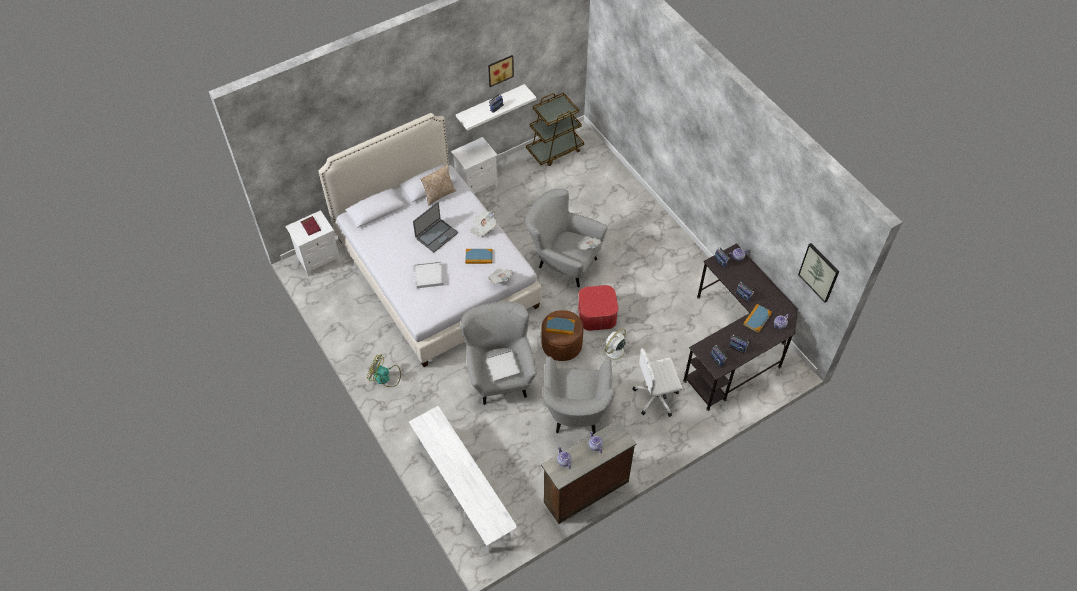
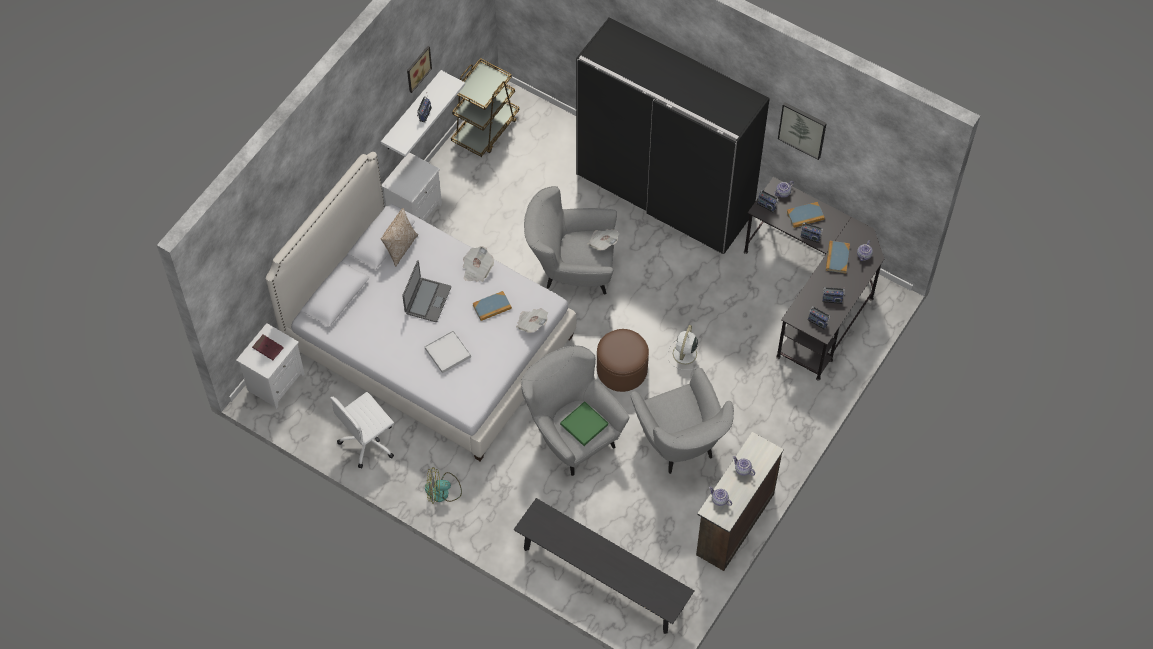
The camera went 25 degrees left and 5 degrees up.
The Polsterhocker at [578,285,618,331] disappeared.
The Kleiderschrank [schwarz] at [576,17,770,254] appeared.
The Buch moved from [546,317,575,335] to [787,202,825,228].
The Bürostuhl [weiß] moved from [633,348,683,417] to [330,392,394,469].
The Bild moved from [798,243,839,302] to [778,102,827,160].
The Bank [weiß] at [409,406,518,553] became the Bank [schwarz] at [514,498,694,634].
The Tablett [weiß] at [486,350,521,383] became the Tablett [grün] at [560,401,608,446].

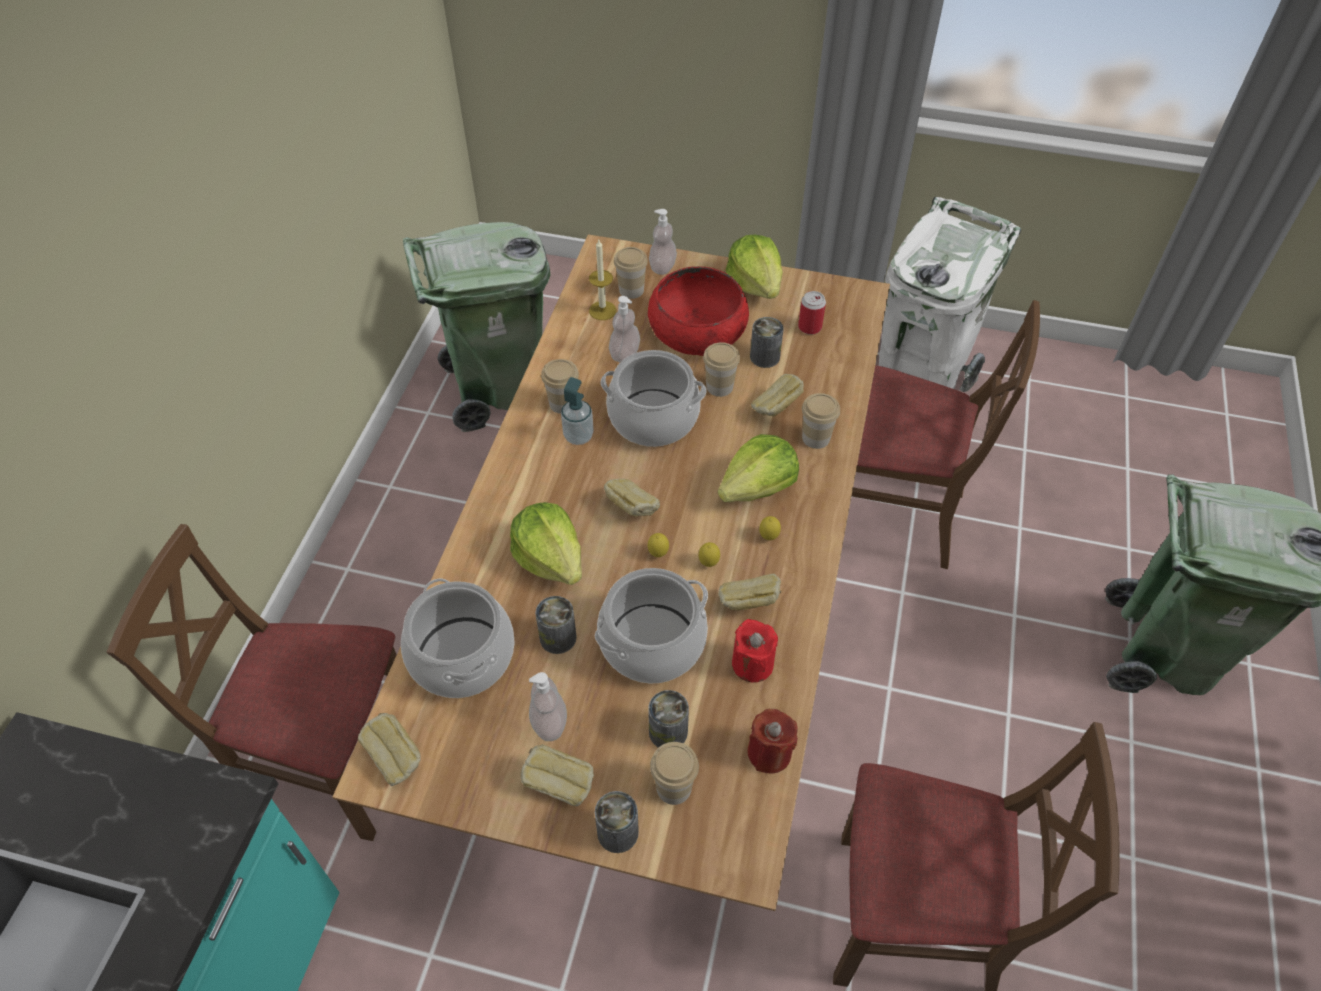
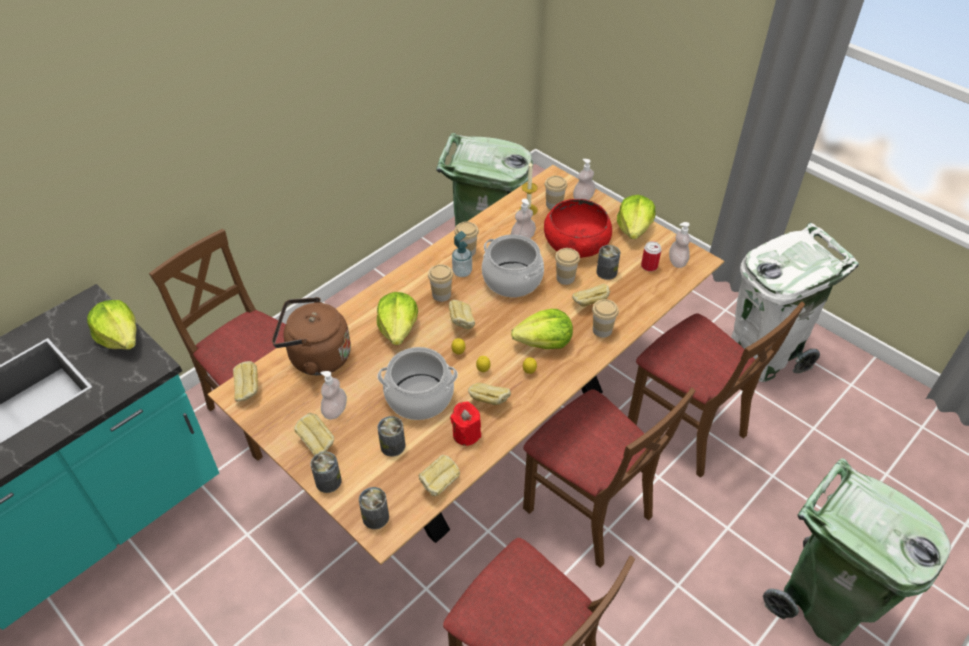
The camera went 30 degrees right and 5 degrees down.
The Salatkopf at [87,300,137,350] appeared.
The Stuhl [braun] at [523,388,696,568] appeared.
The Seifenspender at [669,222,690,268] appeared.
The Dose moved from [535,596,577,654] to [359,487,389,529].
The Tasse moved from [650,742,699,805] to [428,264,453,302].
The Kochtopf at [401,578,515,698] was replaced by the Wasserkessel [braun] at [272,297,351,375].
The Kerze [rot] at [747,709,798,774] was replaced by the Brot at [418,455,460,496].

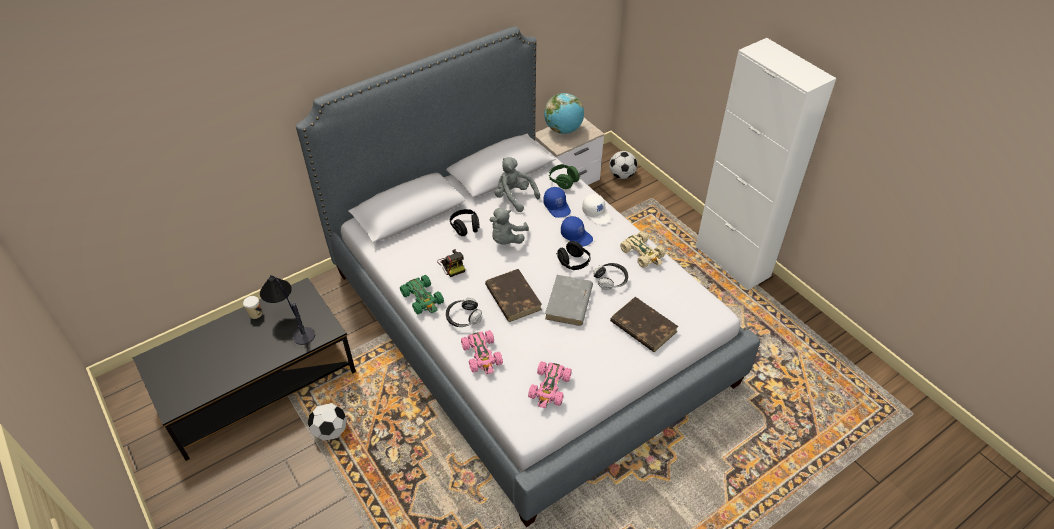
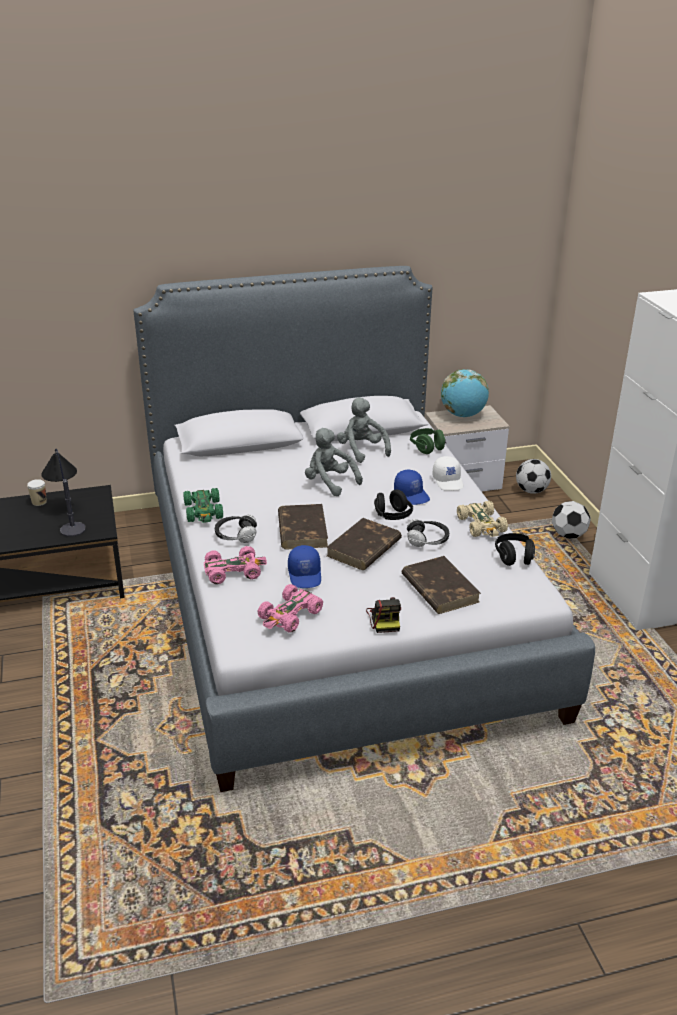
The camera went 20 degrees right and 15 degrees down.
The Fußball moved from [308,403,347,441] to [552,501,591,539].
The Kamera moved from [437,249,465,277] to [366,597,401,633].
The Kopfhörer [schwarz] moved from [450,209,480,236] to [495,533,535,566].
The Kappe [blau] moved from [543,187,571,218] to [288,545,321,588].
The Buch [grau] at [545,275,593,326] became the Buch [braun] at [326,518,402,570].
The Spielzeugauto [rosa] at [461,330,503,374] turned 105 degrees counterclockwise.
The Plüschtier [grau] at [490,208,529,245] turned 90 degrees clockwise.

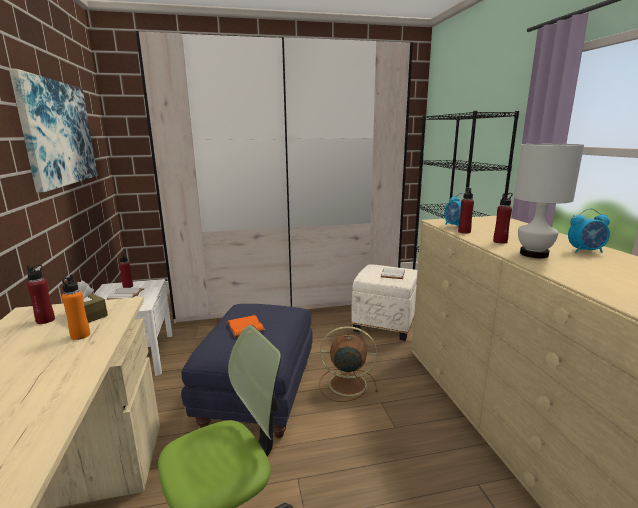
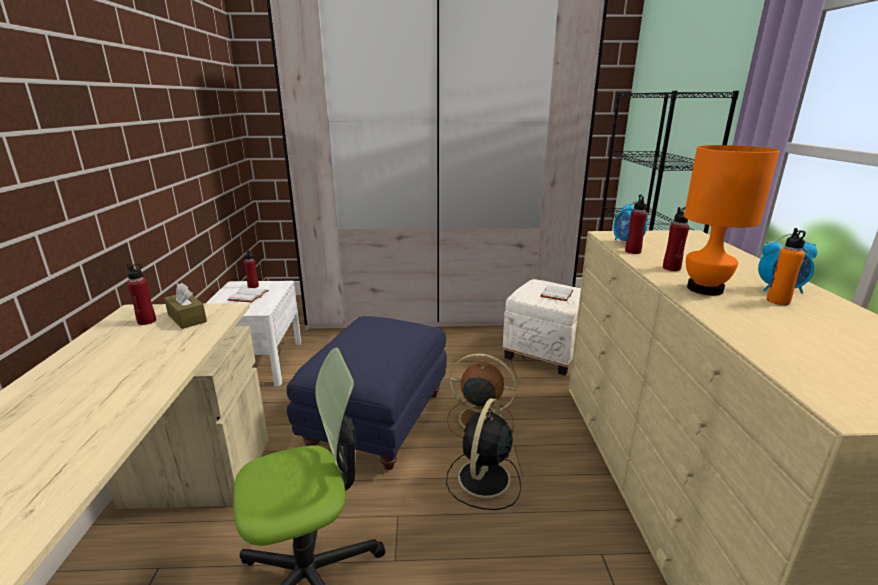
The camera went 10 degrees right and 5 degrees up.
The Bild at [9,69,98,192] disappeared.
The Buch [orange] at [227,315,265,337] disappeared.
The Ventilator [schwarz] at [446,398,521,510] appeared.
The Flasche [orange] moved from [62,274,90,340] to [767,228,806,305].
The Tischlampe [weiß] at [515,144,584,258] became the Tischlampe [orange] at [684,145,780,295].

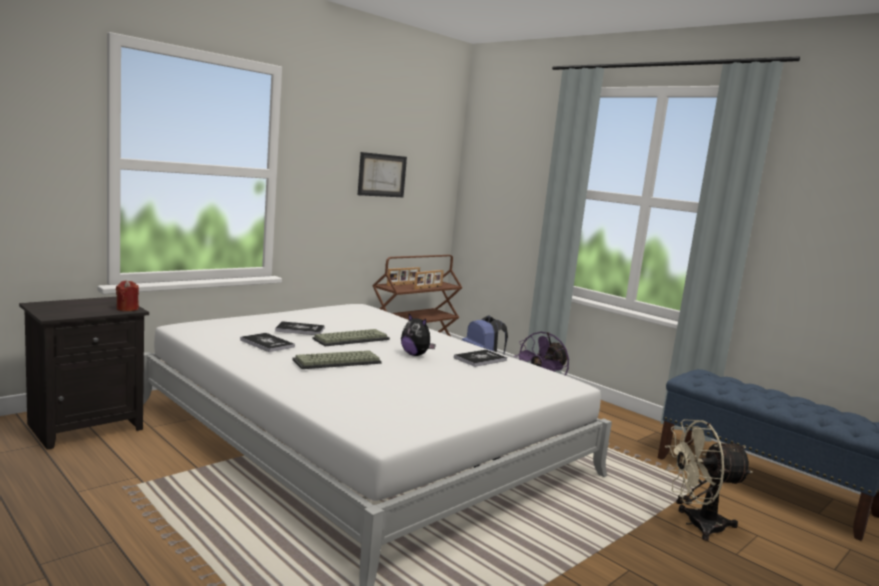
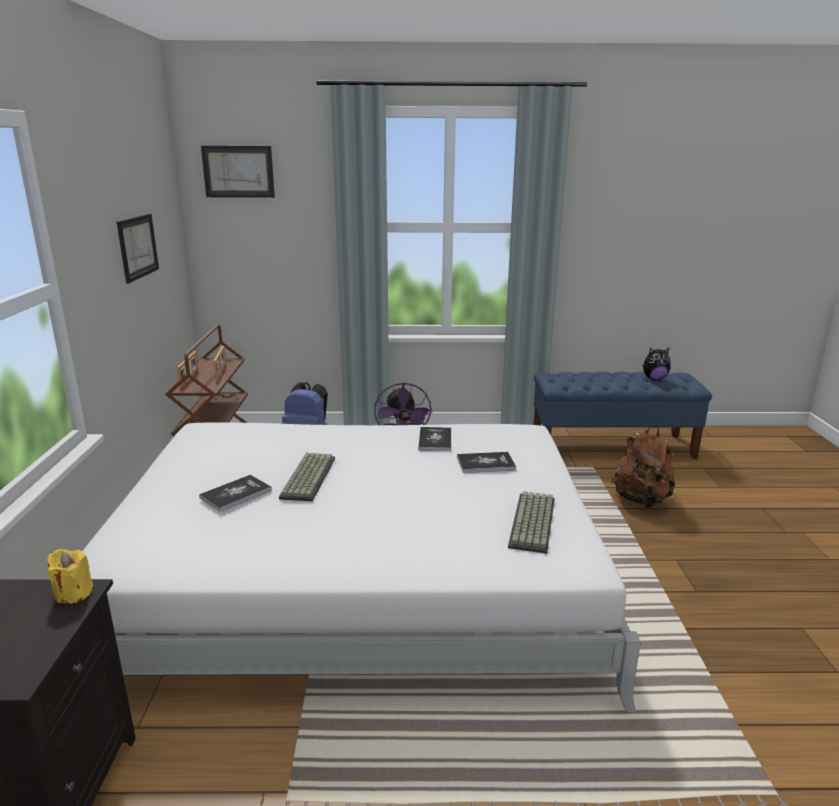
The camera went 45 degrees left and 10 degrees up.
The Bild at [201,146,275,198] appeared.
The Buch moved from [240,333,295,352] to [457,452,516,473].
The Tastatur moved from [292,350,382,369] to [508,491,555,554].
The Plüschtier moved from [401,314,436,356] to [643,347,671,380].
The Ventilator [beige] at [665,419,753,541] was replaced by the Rucksack [braun] at [611,426,675,508].
The Kerze [rot] at [116,280,139,311] became the Kerze [gelb] at [47,549,93,605].

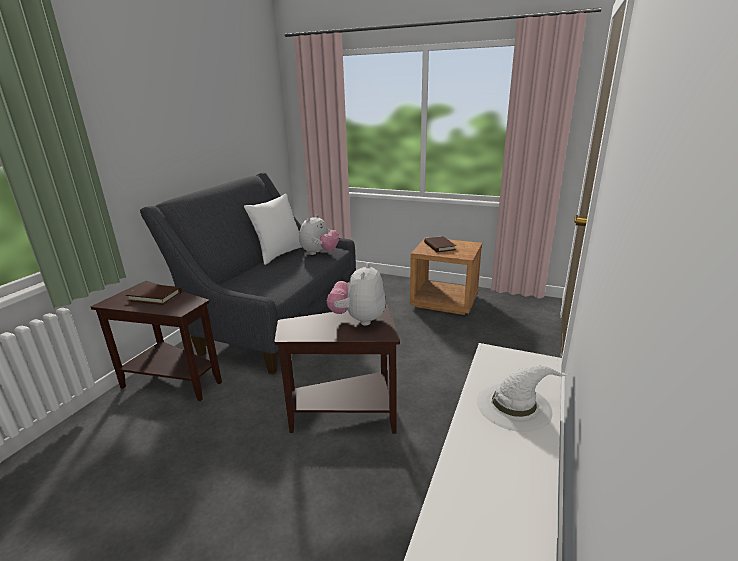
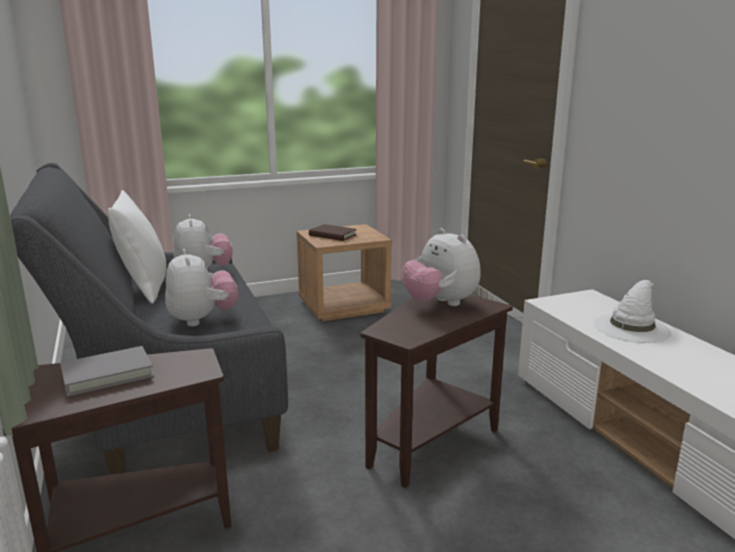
The camera went 45 degrees left and 5 degrees down.
The Plüschtier at [165,249,238,326] appeared.
The Buch [braun] at [126,284,182,305] became the Buch [grau] at [60,346,154,397].

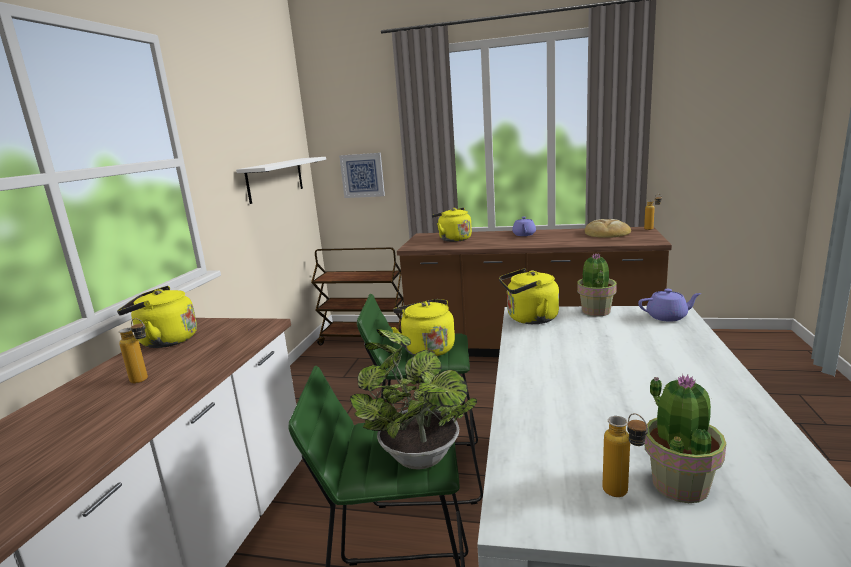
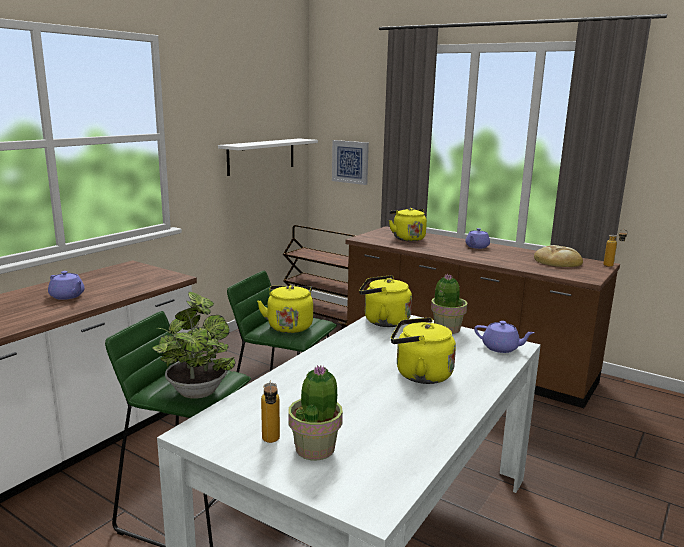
The camera went 20 degrees right and 0 degrees up.
The Wasserkessel [gelb] moved from [117,286,197,348] to [391,317,456,384].
The Flasche at [119,318,148,384] was replaced by the Teekanne [lila] at [48,271,84,300].

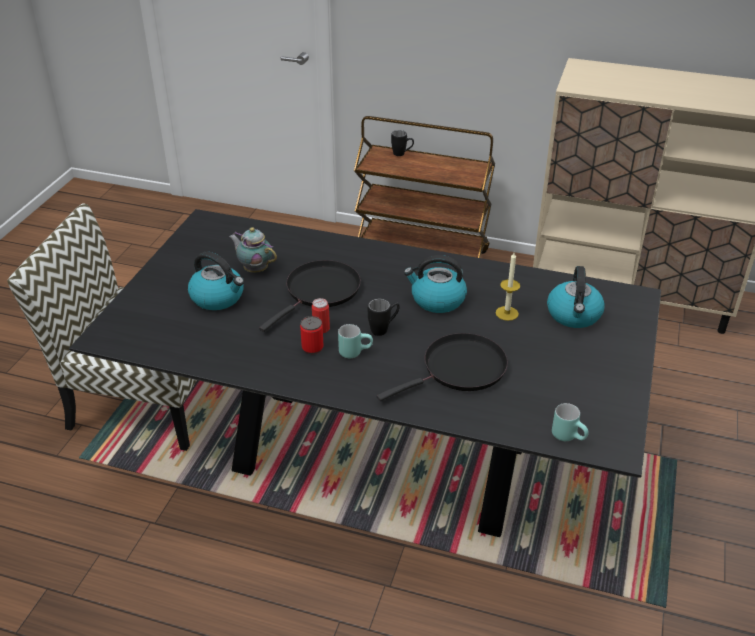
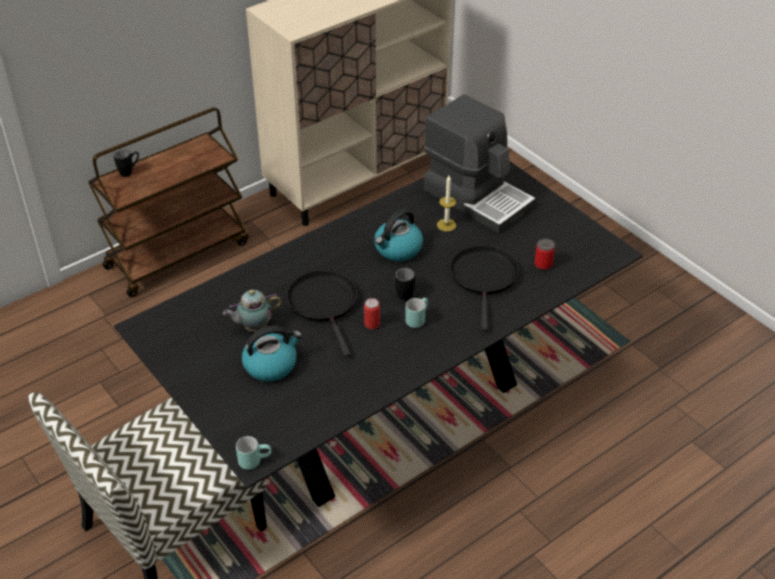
The camera went 55 degrees left and 5 degrees up.
The Dose moved from [300,316,324,354] to [534,238,555,270].
The Henkelbecher [türkis] moved from [552,403,589,441] to [236,436,271,470].
The Wasserkessel at [547,266,605,328] was replaced by the Kaffeemaschine at [424,94,536,233].

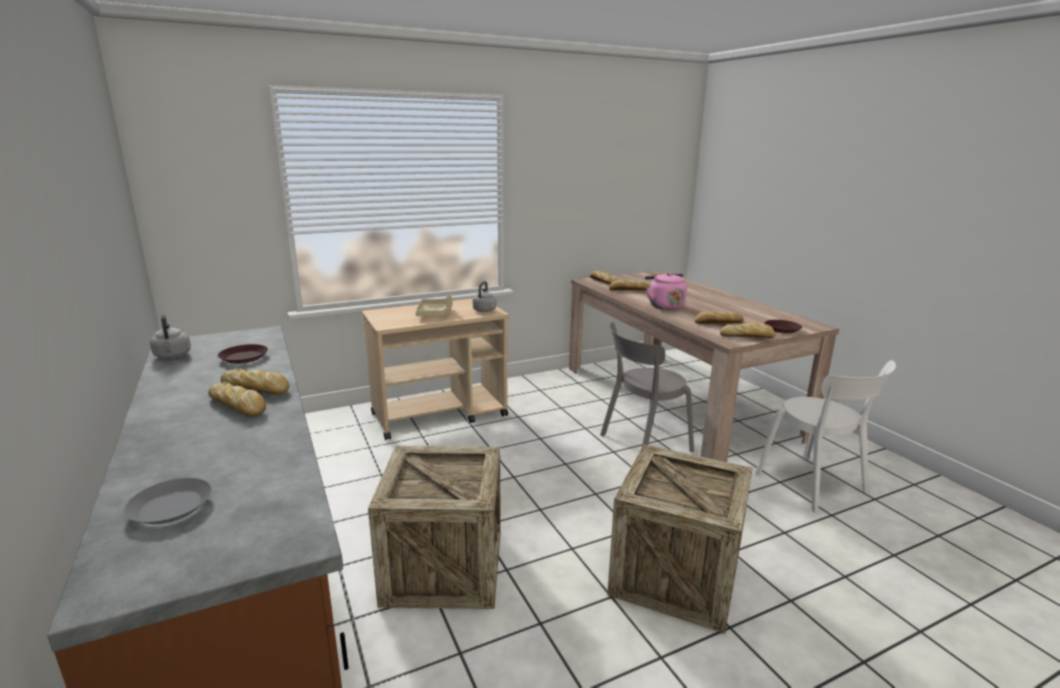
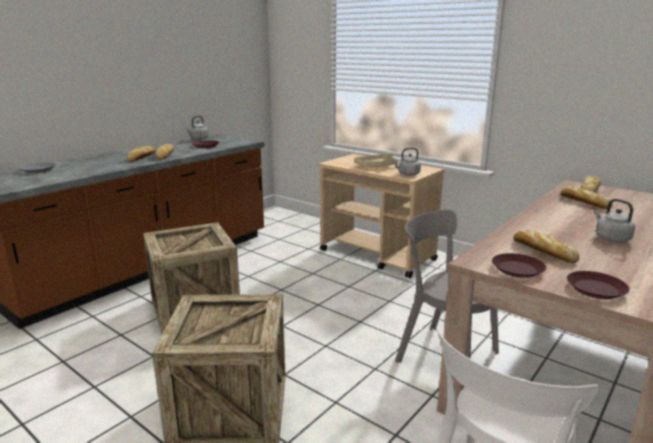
The camera went 65 degrees right and 0 degrees up.
The Wasserkessel [rosa] at [645,273,687,310] disappeared.
The Wasserkessel [grau] at [595,199,635,242] appeared.
The Brot at [720,323,775,338] was replaced by the Teller [braun] at [492,253,546,278].

